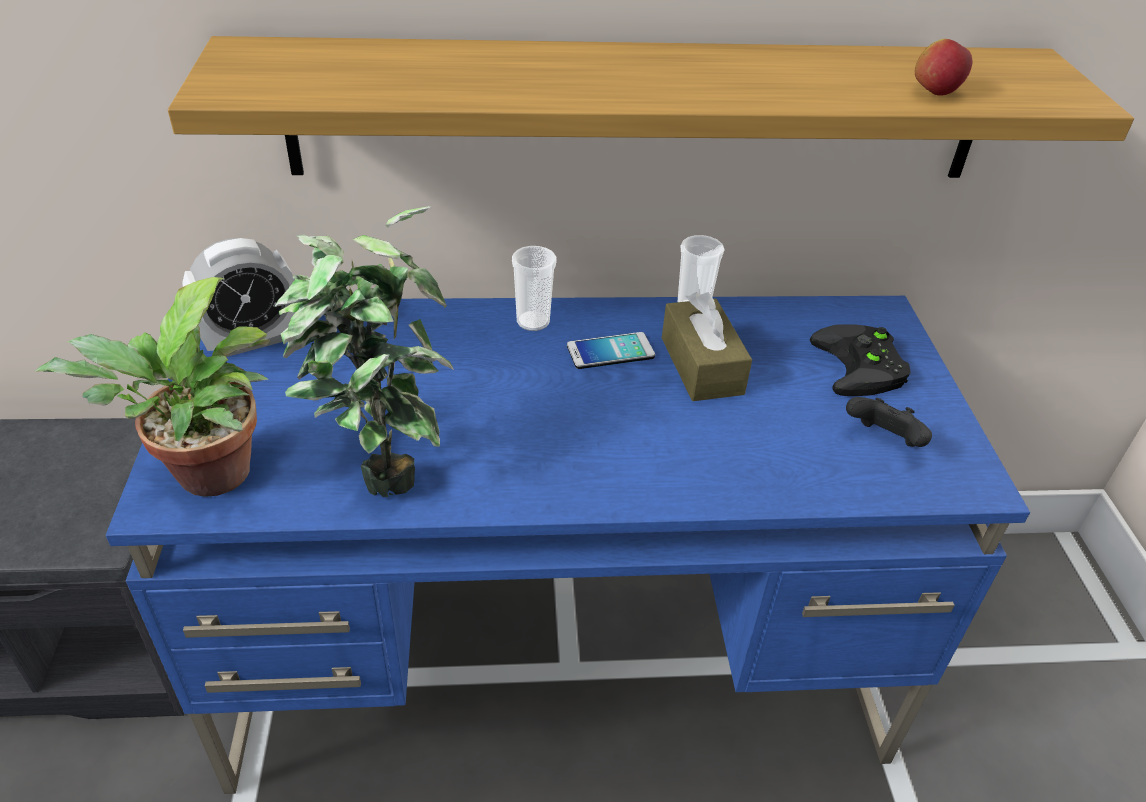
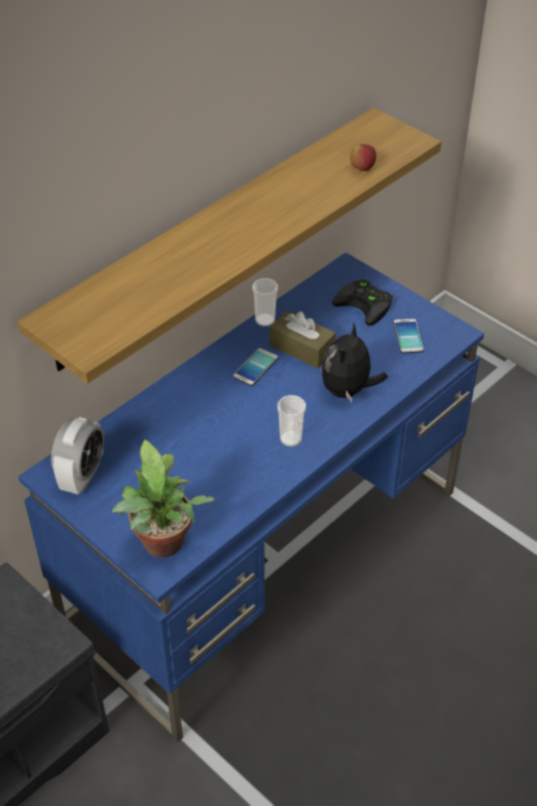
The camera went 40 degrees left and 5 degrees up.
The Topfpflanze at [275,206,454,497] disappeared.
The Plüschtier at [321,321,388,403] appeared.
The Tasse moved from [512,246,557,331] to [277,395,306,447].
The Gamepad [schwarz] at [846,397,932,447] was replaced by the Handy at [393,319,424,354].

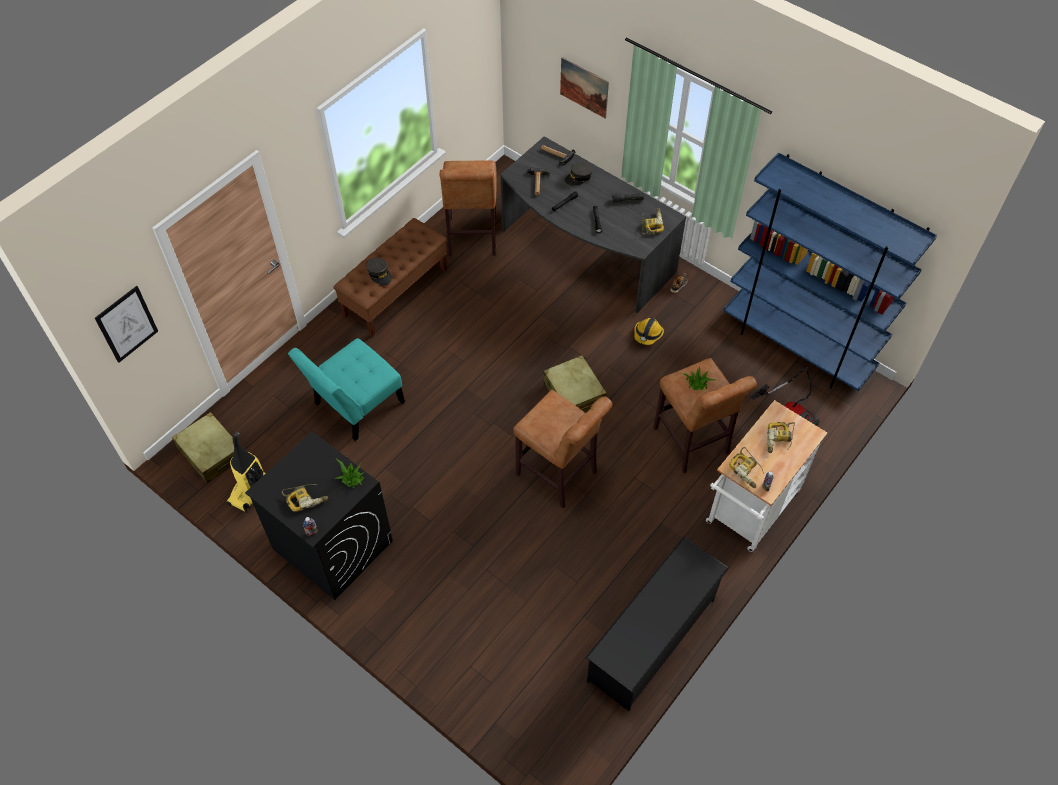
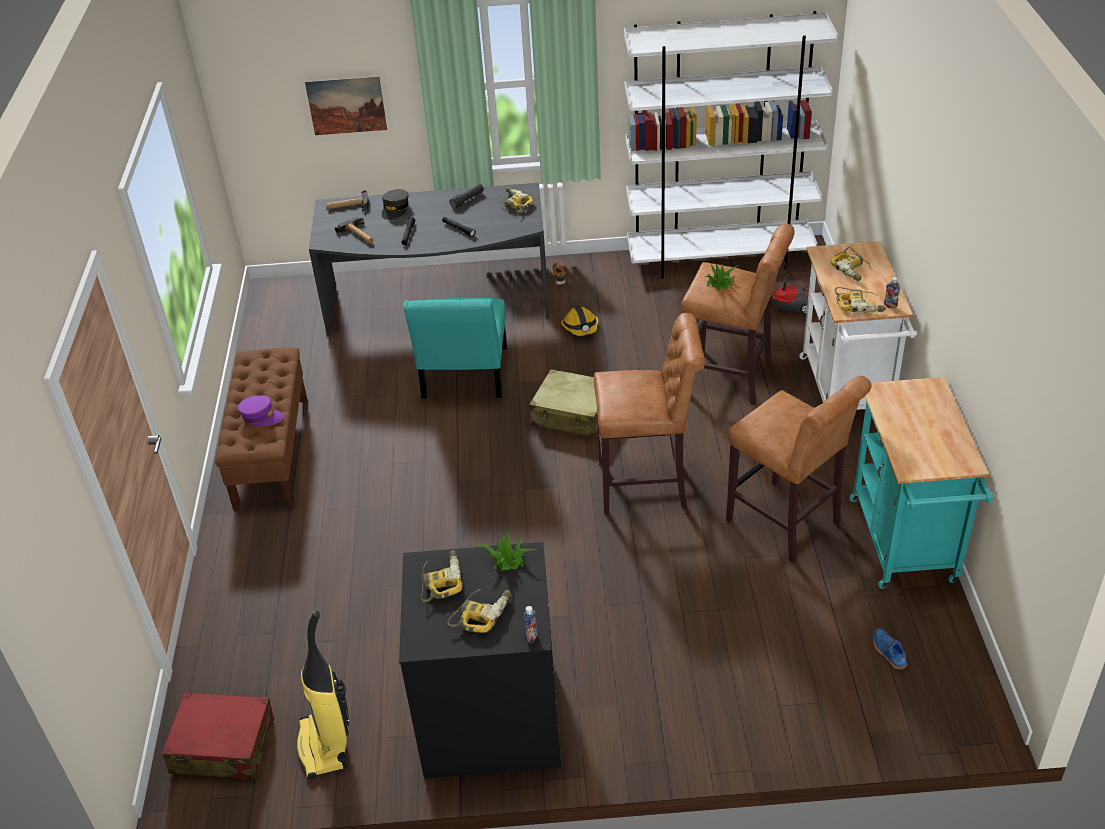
The camera went 40 degrees left and 15 degrees down.
The Bild at [95,286,158,363] disappeared.
The Bohrmaschine at [421,550,462,602] appeared.
The Schuh [blau] at [873,628,907,669] appeared.
The Stuhl [türkis] moved from [288,338,405,441] to [403,298,507,399].
The Hocker [braun] moved from [440,160,497,256] to [726,376,872,563].
The Schuhregal [schwarz] at [586,537,729,711] was replaced by the Rollwagen [türkis] at [849,377,994,589].
The Koffer [beige] at [172,412,234,483] became the Koffer [rot] at [162,692,274,779].
The Kappe [grau] at [366,258,392,285] became the Kappe [lila] at [238,396,284,426].
The Bücherregal [blau] at [724,152,937,391] became the Bücherregal [weiß] at [624,11,838,278].

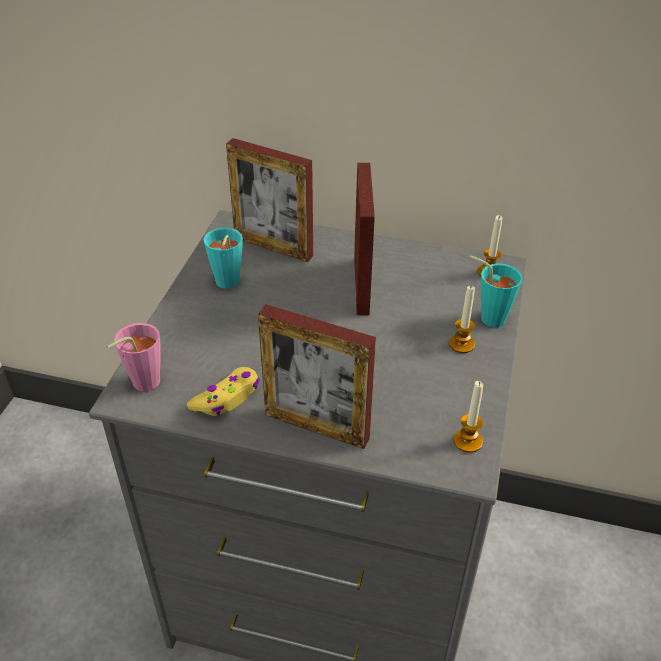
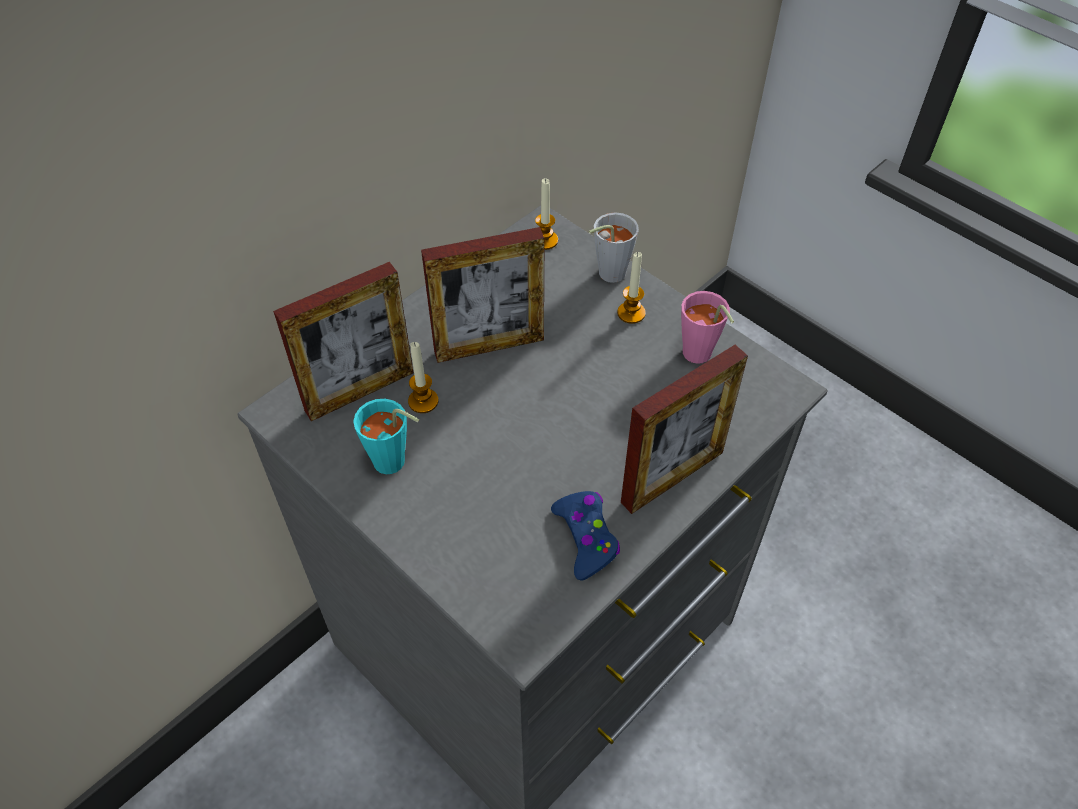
The camera went 60 degrees left and 10 degrees up.
The Tasse [rosa] moved from [107,323,161,392] to [681,291,734,364].
The Kerze moved from [454,381,483,453] to [408,342,438,413].
The Gamepad [gelb] at [187,367,260,416] became the Gamepad [blau] at [551,491,620,580].
The Tasse [türkis] at [469,255,523,327] became the Tasse [grau] at [589,212,639,283].
The Bilderrahmen at [354,163,375,315] turned 135 degrees clockwise.

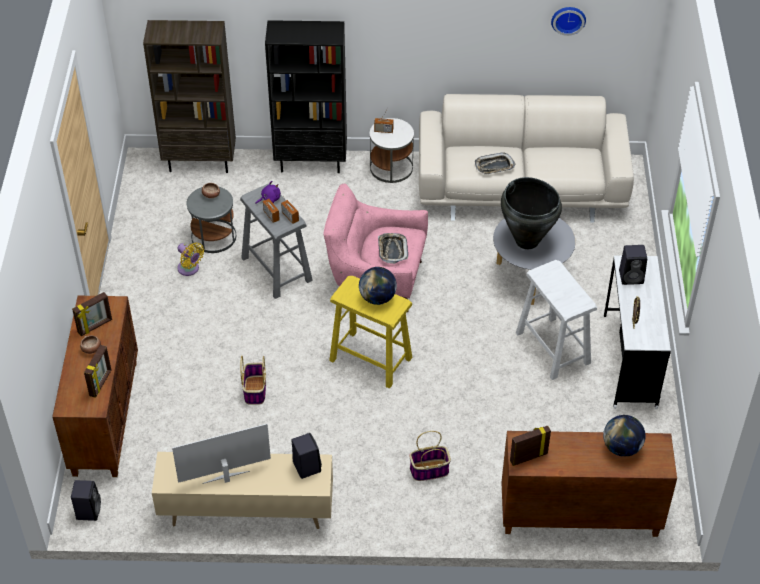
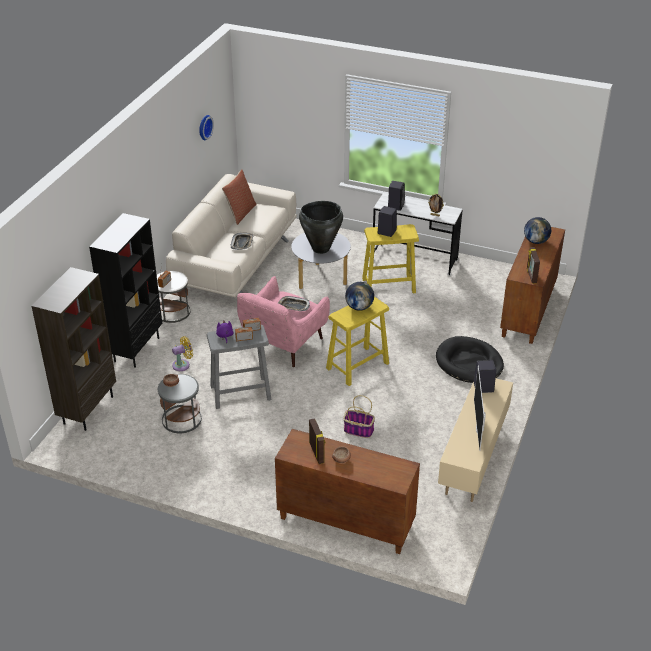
The camera went 70 degrees left and 10 degrees down.
The Bilderrahmen at [84,345,111,398] disappeared.
The Kissen at [222,169,257,225] appeared.
The Lautsprecher [schwarz] moved from [71,480,101,521] to [378,206,397,237].
The Ventilator [gelb] moved from [177,242,204,276] to [172,336,193,371].
The Korb at [409,431,451,481] was replaced by the Hundebett [schwarz] at [436,336,504,383].
The Hocker [weiß] at [516,260,597,380] became the Hocker [gelb] at [362,224,419,293].

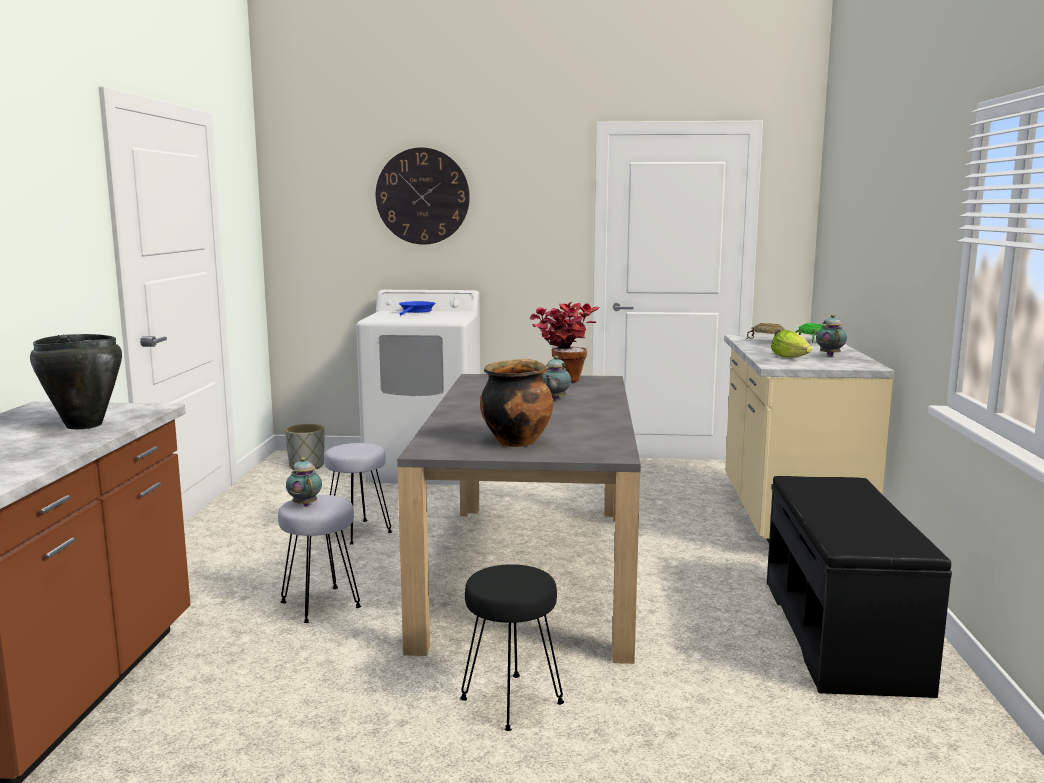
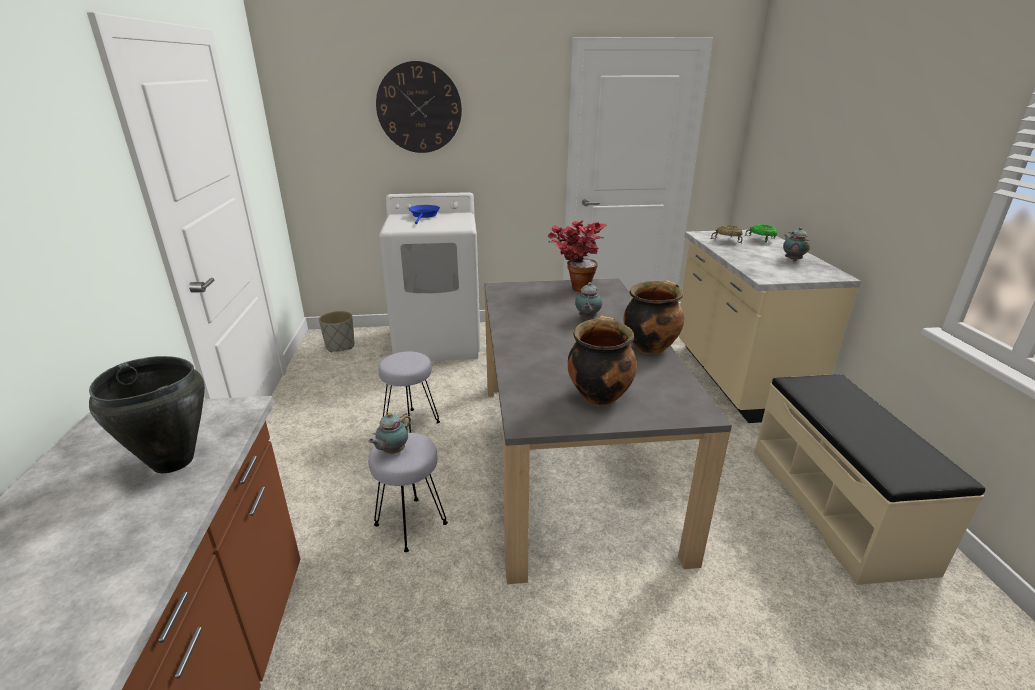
The camera went 10 degrees left and 15 degrees up.
The Hocker [schwarz] at [460,564,564,731] disappeared.
The Salatkopf at [771,330,812,357] disappeared.
The Kochtopf at [624,280,684,354] appeared.
The Bank [schwarz] at [767,476,952,698] became the Bank [beige] at [754,374,985,585].
The Teekanne at [286,457,322,506] turned 105 degrees counterclockwise.

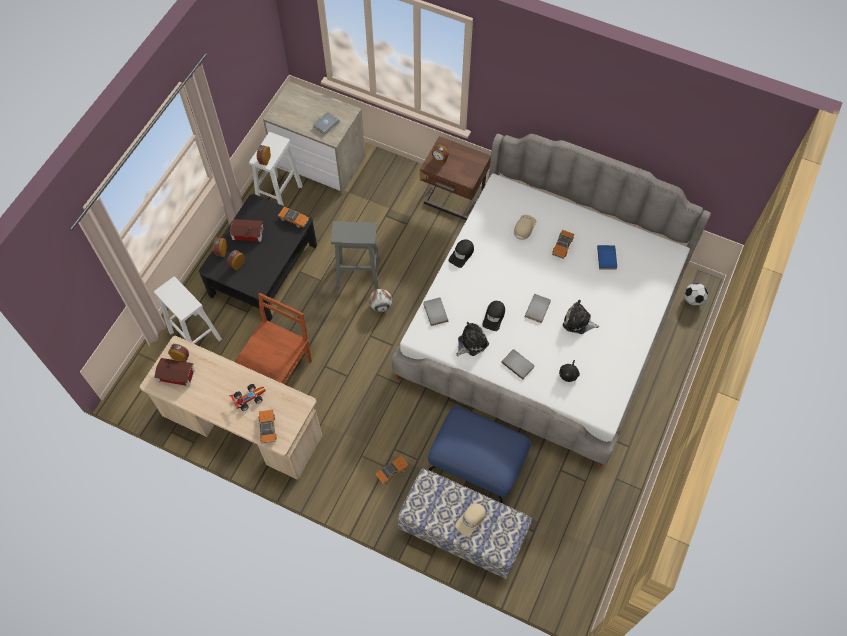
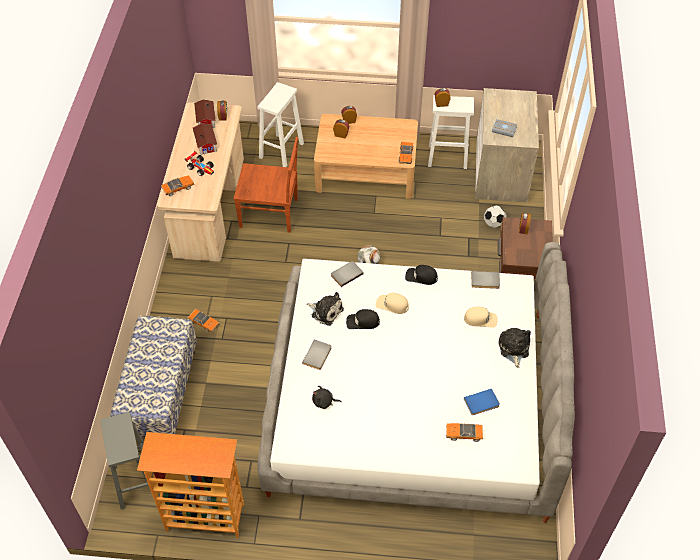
The camera went 70 degrees right and 10 degrees down.
The Polsterhocker [blau] at [428,406,531,503] disappeared.
The Bücherregal at [137,432,244,538] appeared.
The Spielzeughaus moved from [230,219,264,242] to [193,123,217,155].
The Hocker [grau] moved from [331,221,380,288] to [100,412,160,509].
The Kappe [beige] moved from [455,503,486,537] to [376,293,409,314].
The Buch [grau] moved from [525,294,551,323] to [471,271,500,289].
The Spielzeugauto moved from [552,230,574,259] to [446,423,483,442].
The Plüschtier moved from [563,300,599,334] to [498,328,531,368].
The Fußball moved from [684,283,708,306] to [484,205,506,228].
The Couchtisch [schwarz] at [199,194,317,321] became the Couchtisch [beige] at [314,114,418,199].

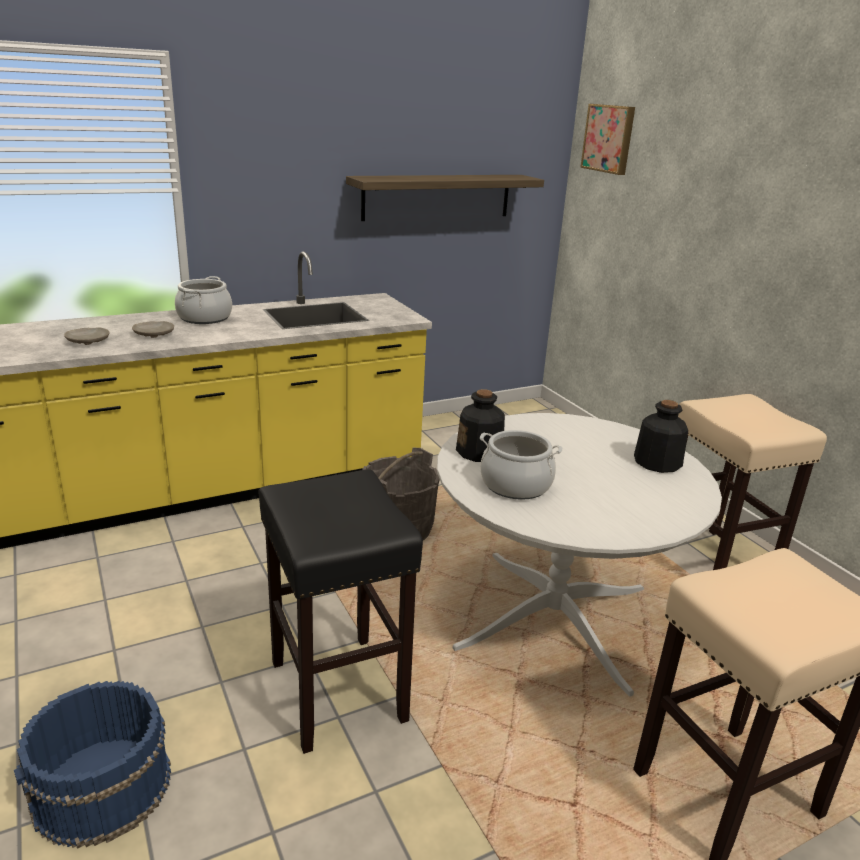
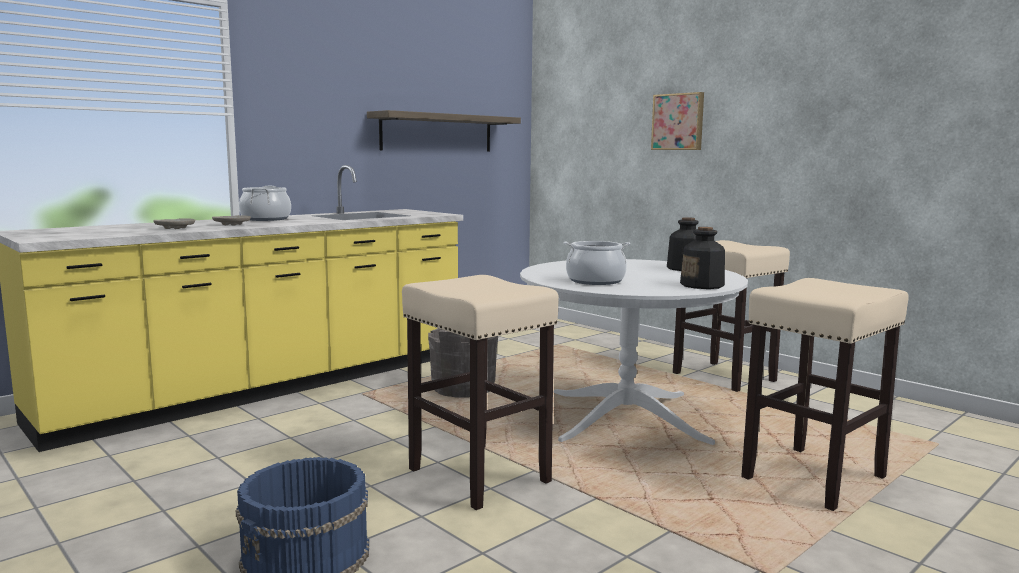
The camera went 15 degrees left and 15 degrees down.
The Flasche moved from [456,389,505,462] to [680,227,725,289].
The Bild moved from [580,104,635,175] to [651,92,704,150].
The Hocker [schwarz] at [259,470,423,754] became the Hocker [beige] at [402,275,559,510].

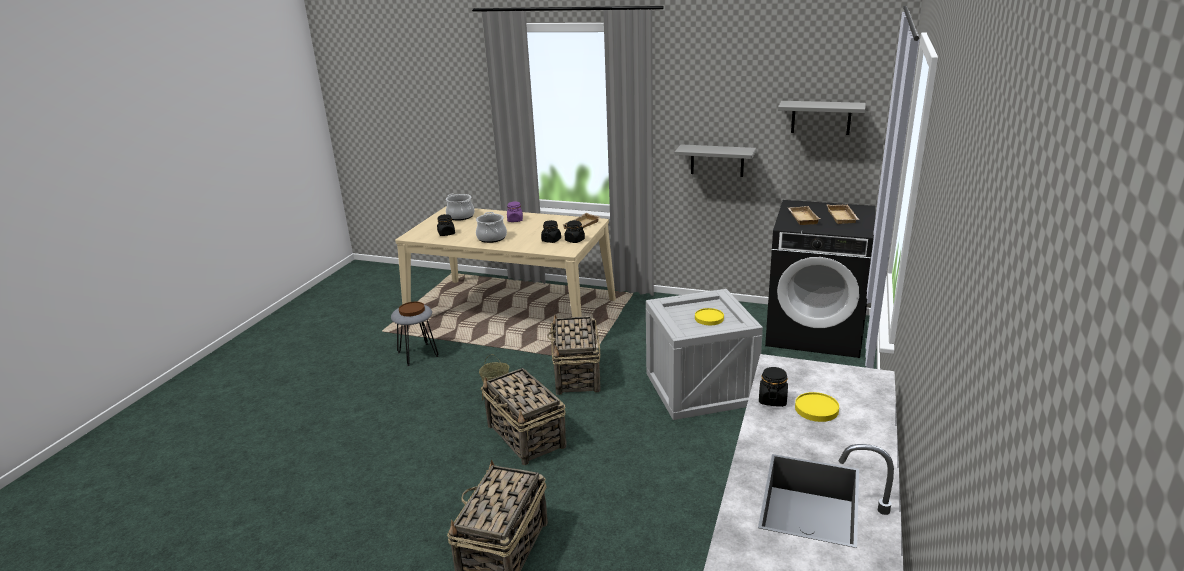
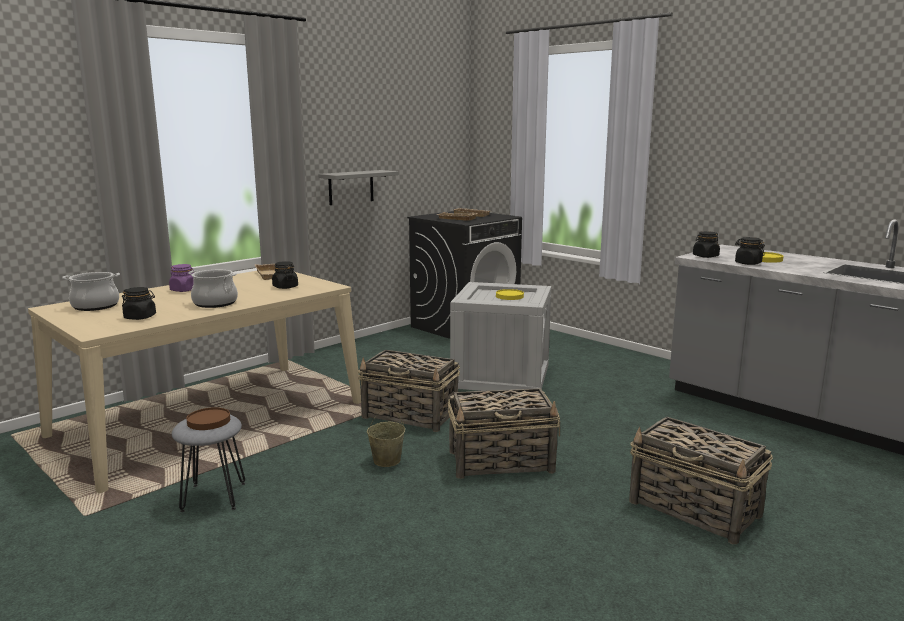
The camera went 65 degrees left and 10 degrees down.
The Wandregal [grau] at [778,101,866,135] disappeared.
The Vorratsglas [schwarz] moved from [565,220,585,243] to [693,231,720,258].

